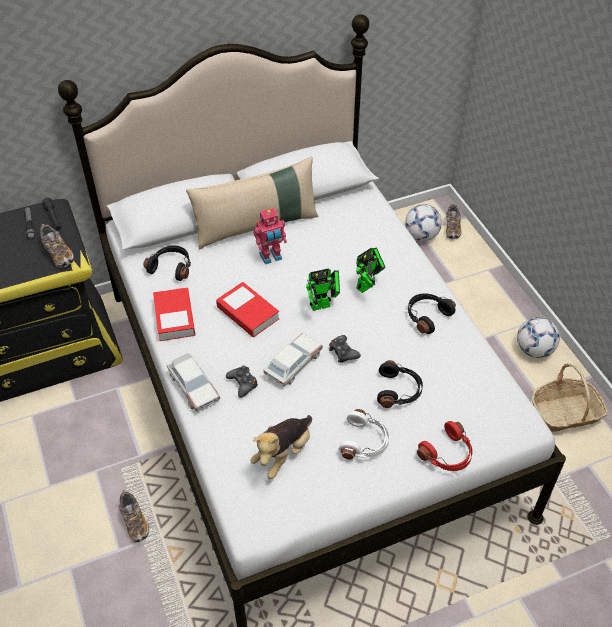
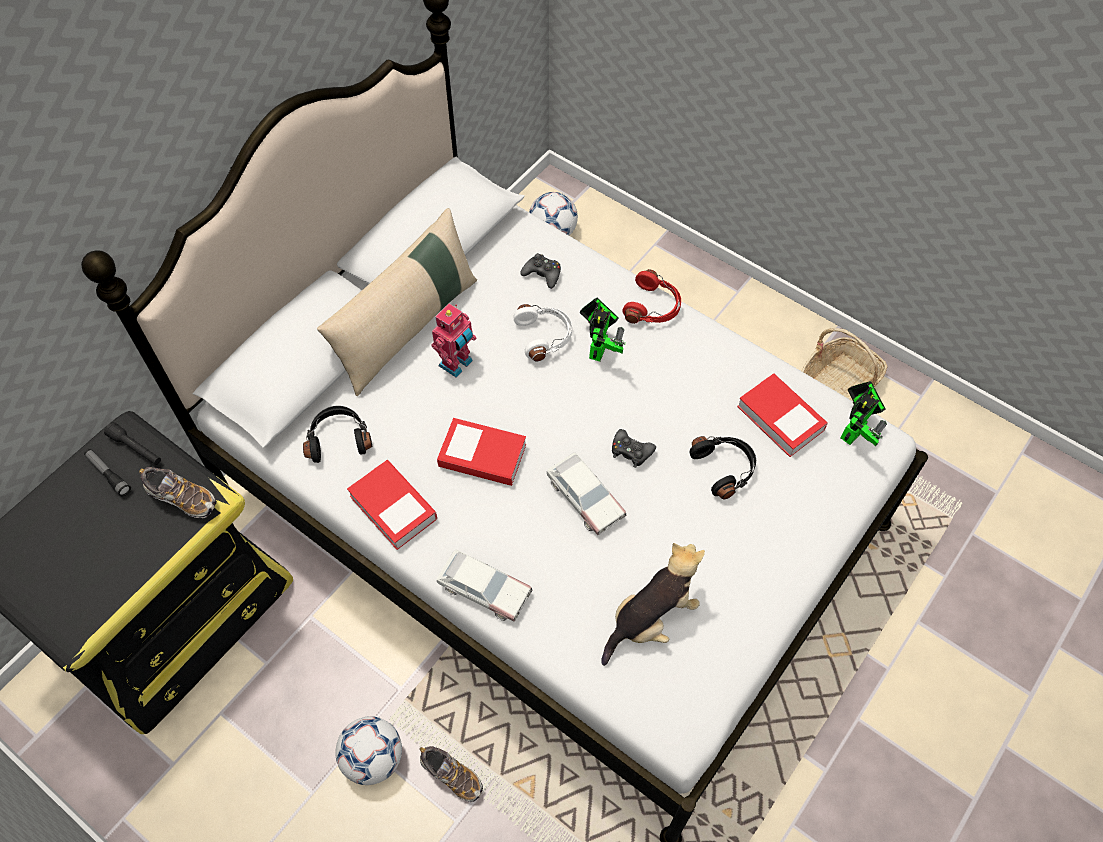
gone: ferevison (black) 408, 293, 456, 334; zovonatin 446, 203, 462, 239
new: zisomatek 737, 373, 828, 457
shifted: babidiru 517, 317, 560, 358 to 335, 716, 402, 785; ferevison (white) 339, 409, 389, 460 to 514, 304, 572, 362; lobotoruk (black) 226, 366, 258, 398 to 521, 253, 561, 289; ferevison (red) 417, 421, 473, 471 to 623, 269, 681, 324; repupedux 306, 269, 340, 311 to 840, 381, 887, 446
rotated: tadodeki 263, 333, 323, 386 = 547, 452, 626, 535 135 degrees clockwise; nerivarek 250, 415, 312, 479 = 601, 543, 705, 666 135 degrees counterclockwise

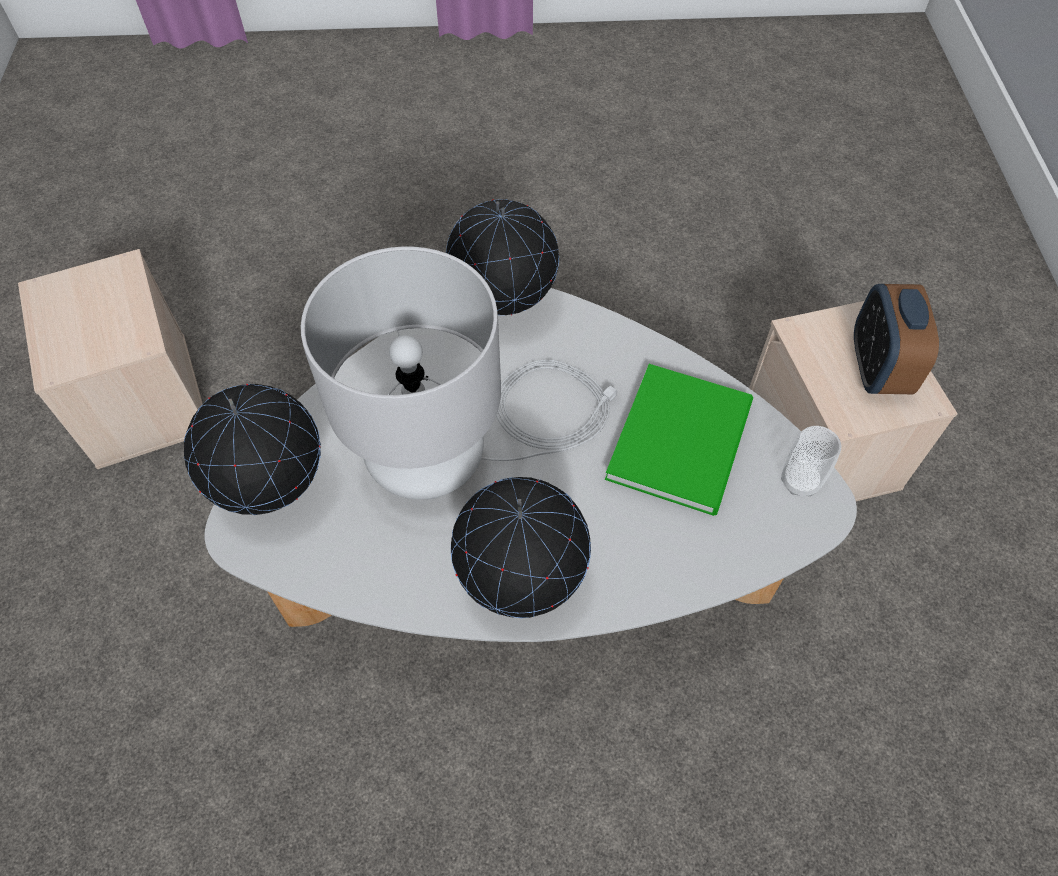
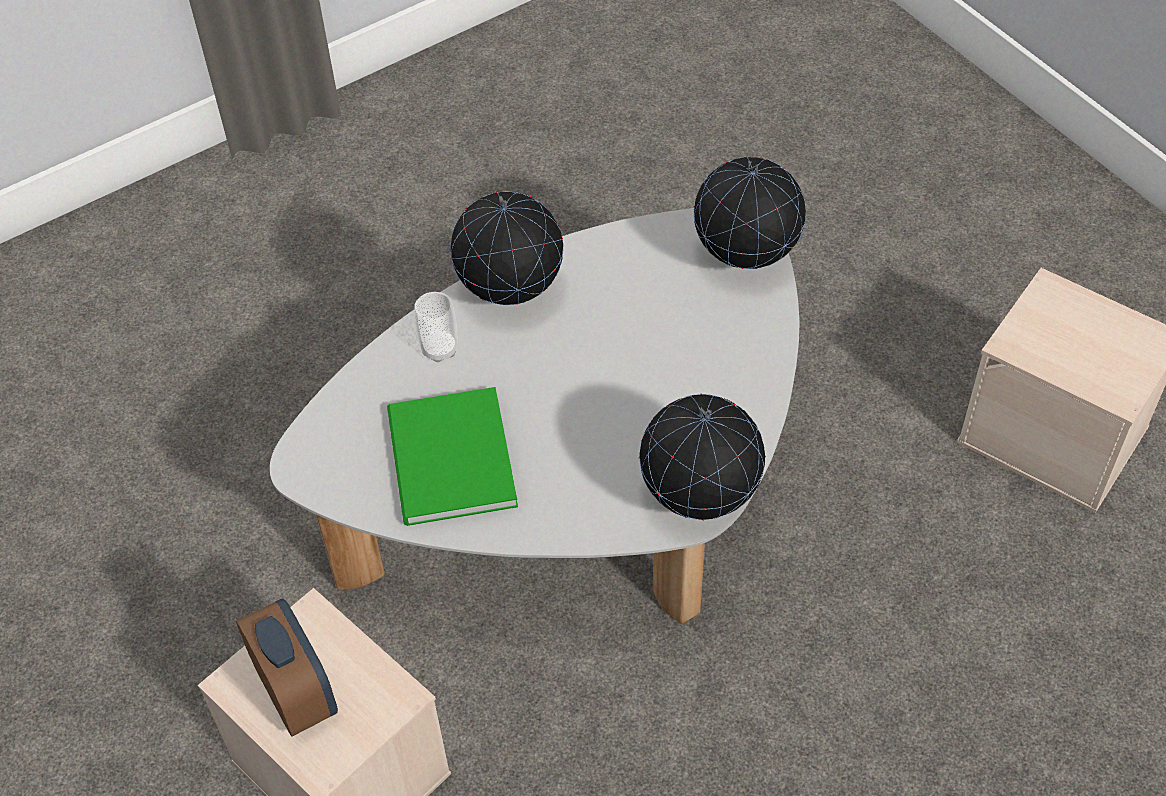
gone: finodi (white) 301, 246, 617, 500
shifted: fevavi 781, 426, 841, 496 to 414, 292, 458, 362

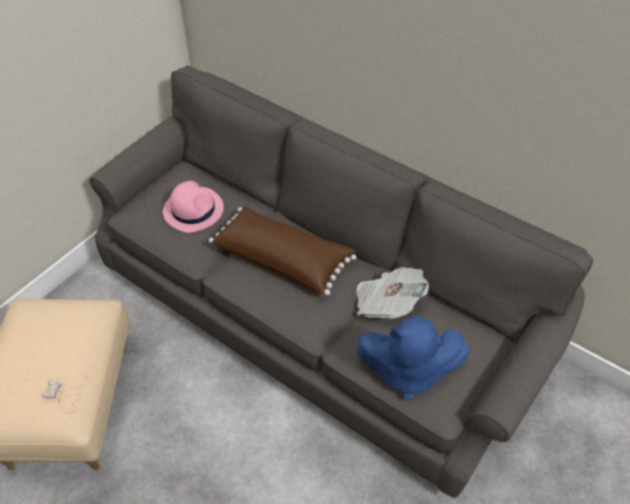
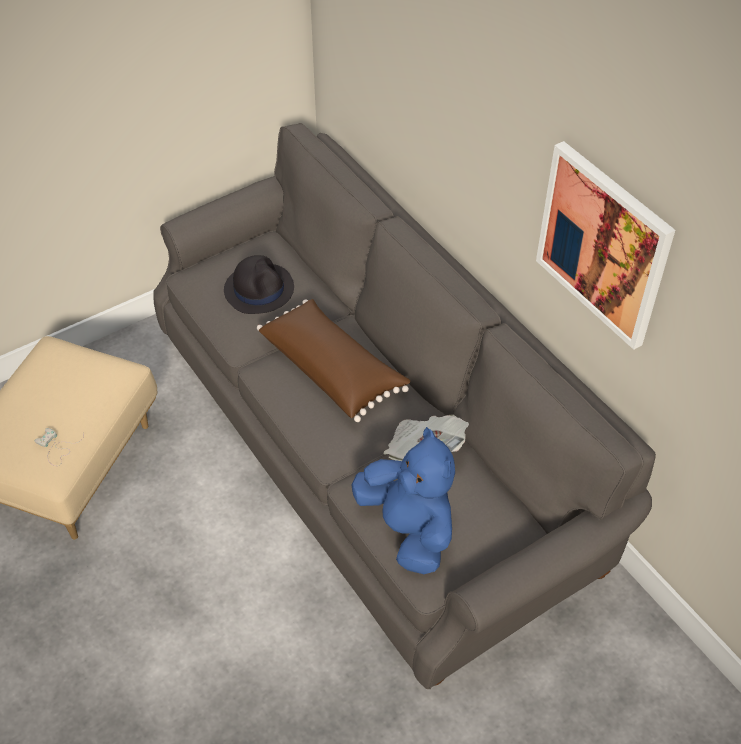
new: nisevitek 536, 141, 675, 350
repainted: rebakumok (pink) 163, 181, 224, 233 to rebakumok (black) 224, 255, 294, 314
rotated: nerivarek (blue) 357, 316, 470, 400 = 351, 427, 455, 574 150 degrees counterclockwise

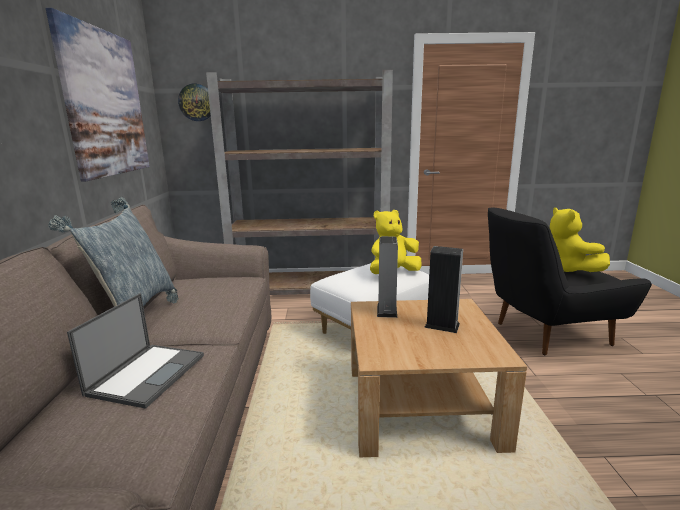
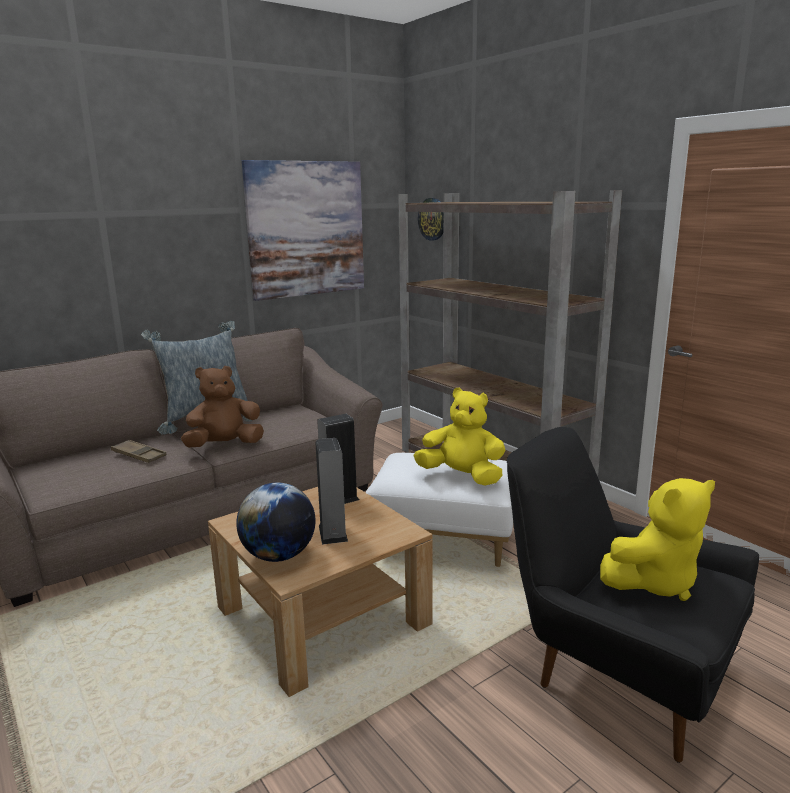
new: nerivarek (brown) 181, 366, 264, 448; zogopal 236, 483, 315, 562
swapped: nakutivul 67, 293, 204, 409 to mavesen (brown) 111, 440, 166, 463
rotated: nerivarek (yellow) 550, 207, 610, 272 = 600, 478, 715, 601 150 degrees counterclockwise

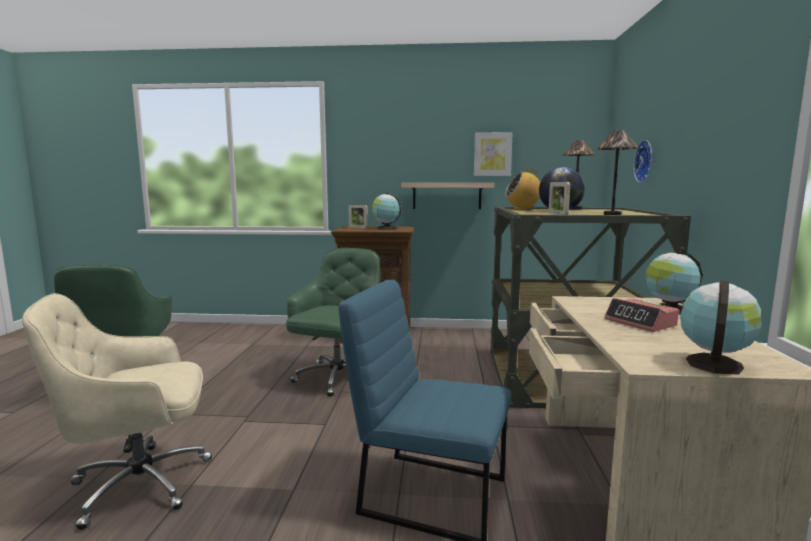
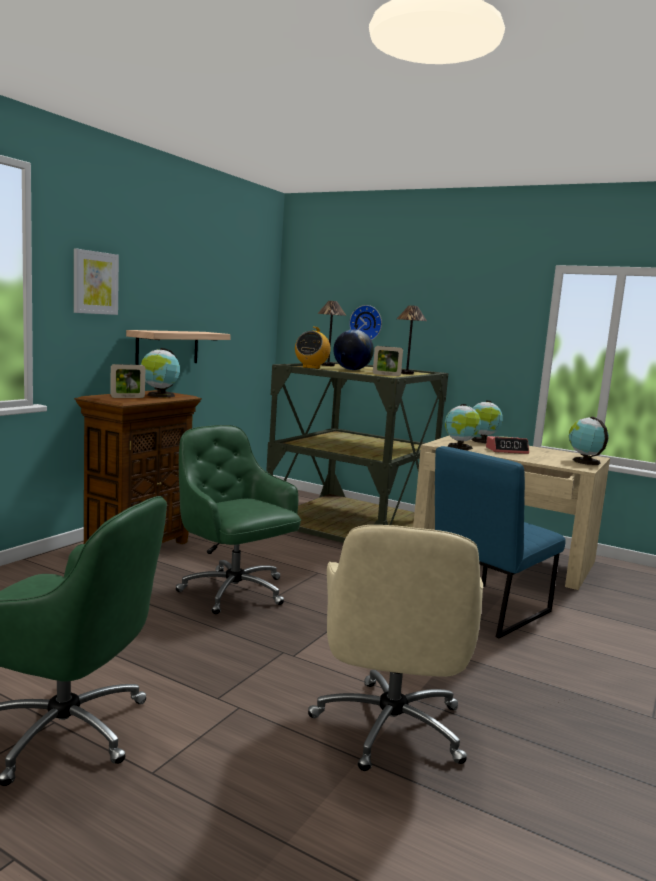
new: zogopal 445, 404, 481, 450
shifted: nisevitek 474, 132, 513, 176 to 74, 249, 119, 315

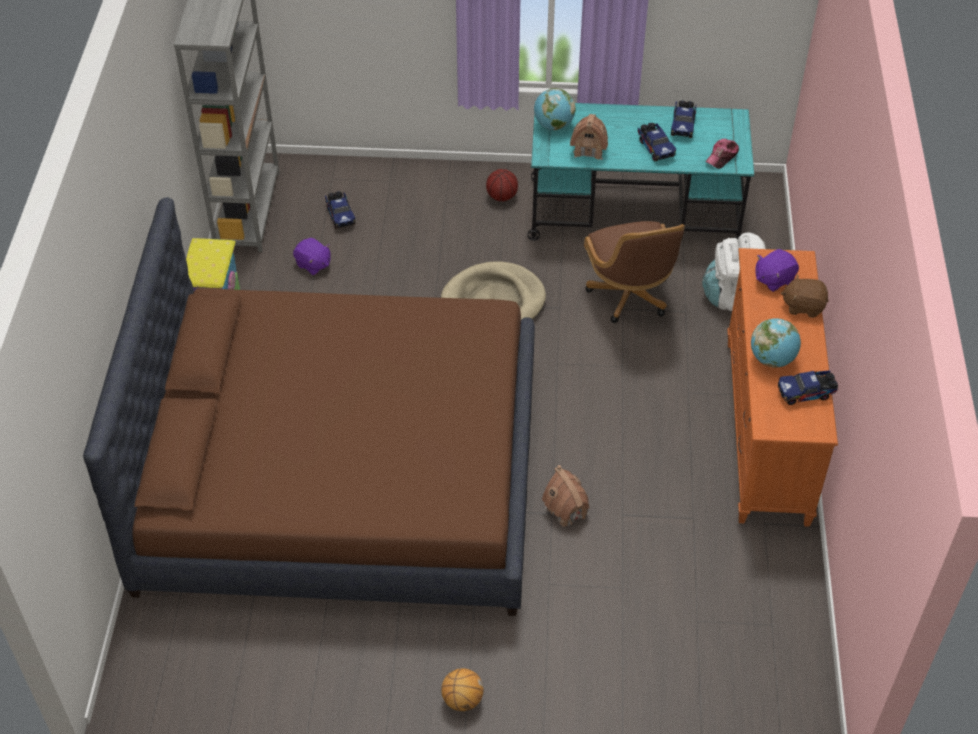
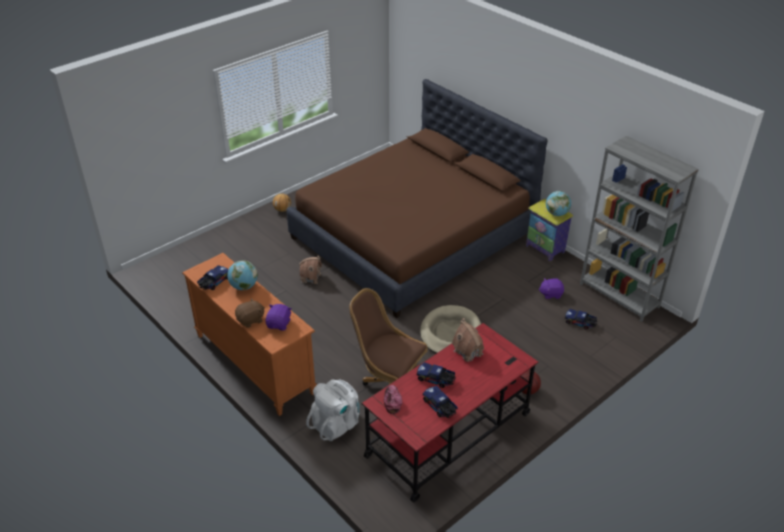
shifted: zogopal 534, 88, 576, 131 to 546, 191, 571, 216
repainted: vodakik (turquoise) 527, 101, 754, 241 to vodakik (red) 362, 323, 538, 502

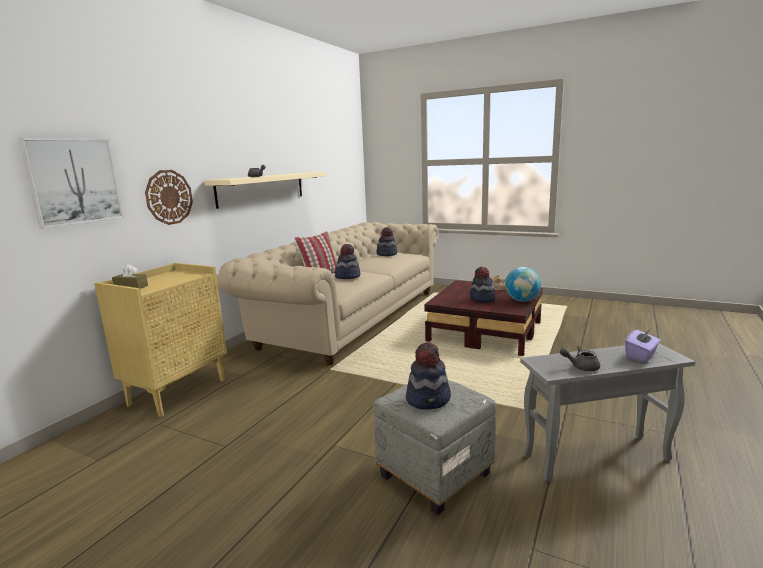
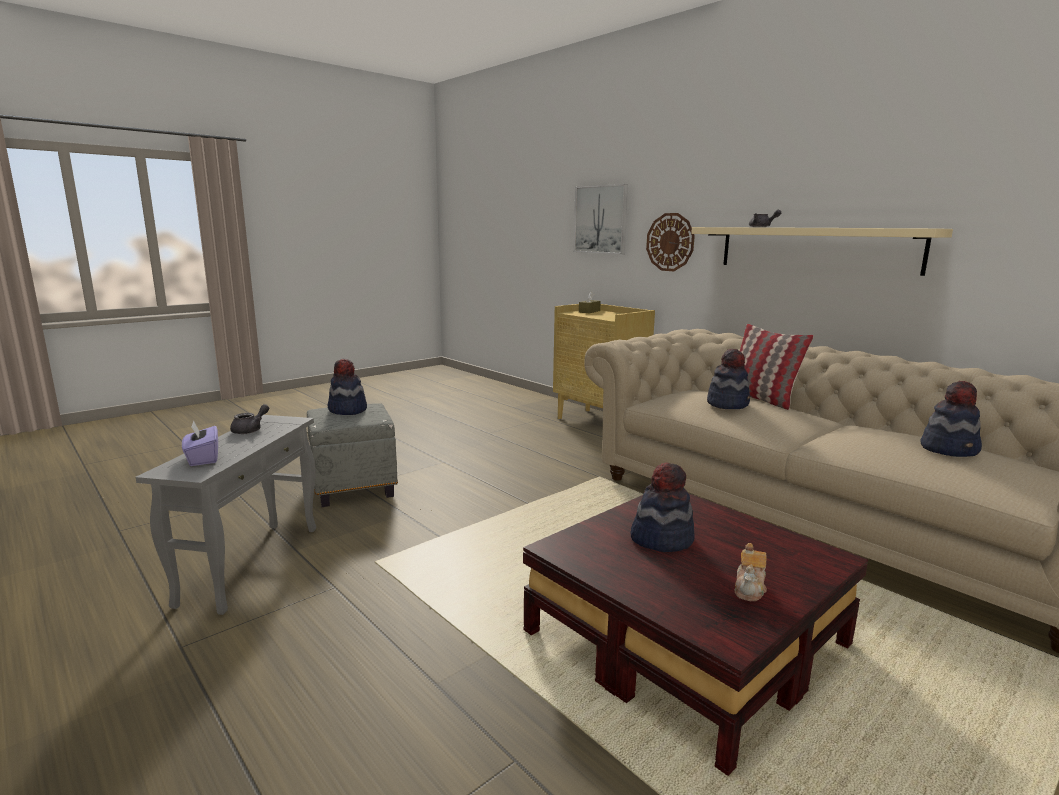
gone: zogopal 505, 267, 541, 302

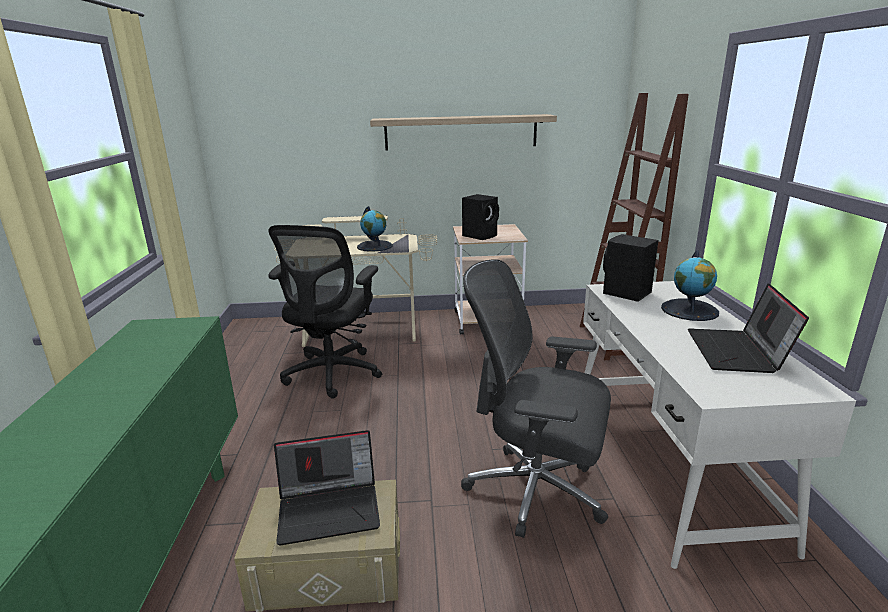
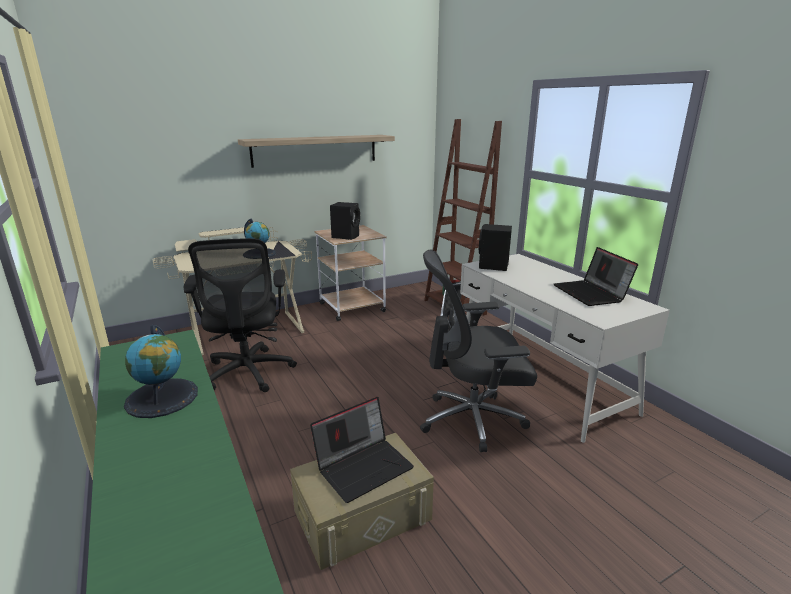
shifted: zogopal 661, 250, 719, 321 to 124, 325, 198, 418

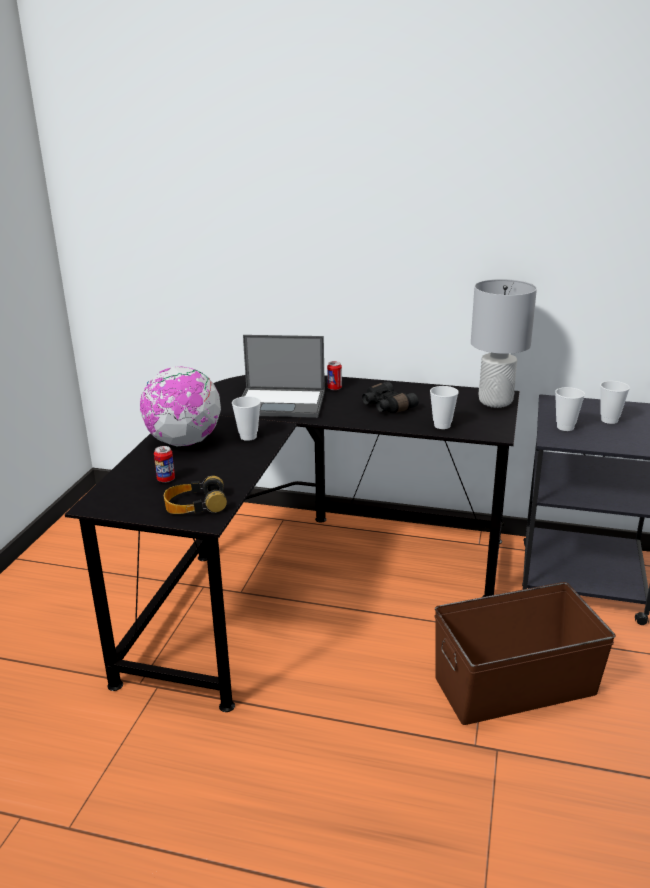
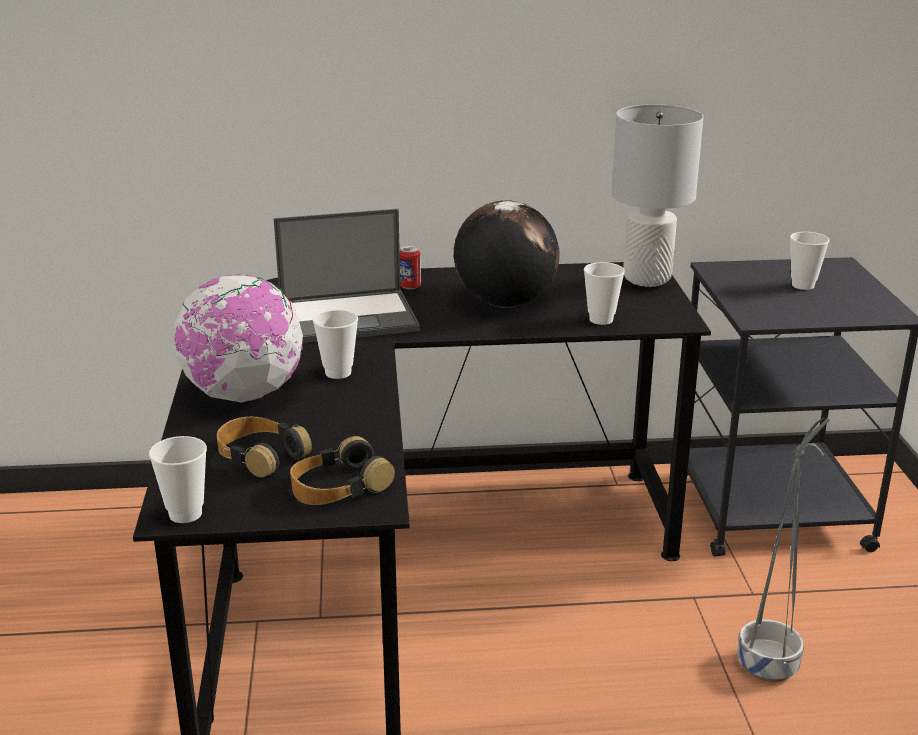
shifted: fevavi 555, 387, 585, 431 to 149, 436, 207, 523
swapped: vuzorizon 154, 446, 175, 483 to ferevison 217, 417, 312, 478; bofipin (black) 362, 382, 418, 413 to zogopal 453, 200, 559, 308; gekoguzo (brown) 434, 582, 616, 725 to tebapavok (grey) 737, 417, 830, 682

